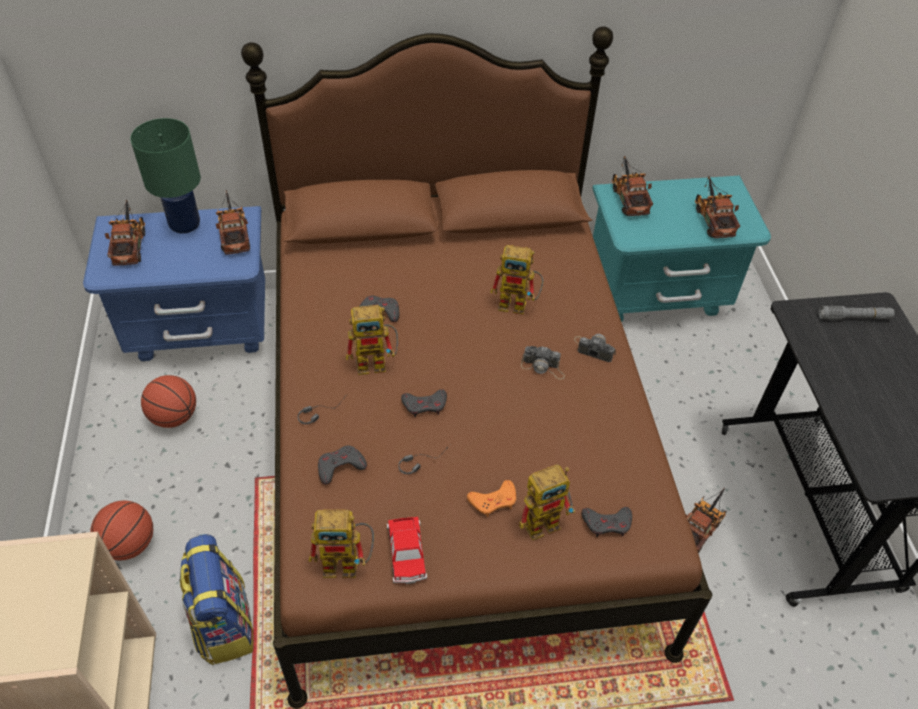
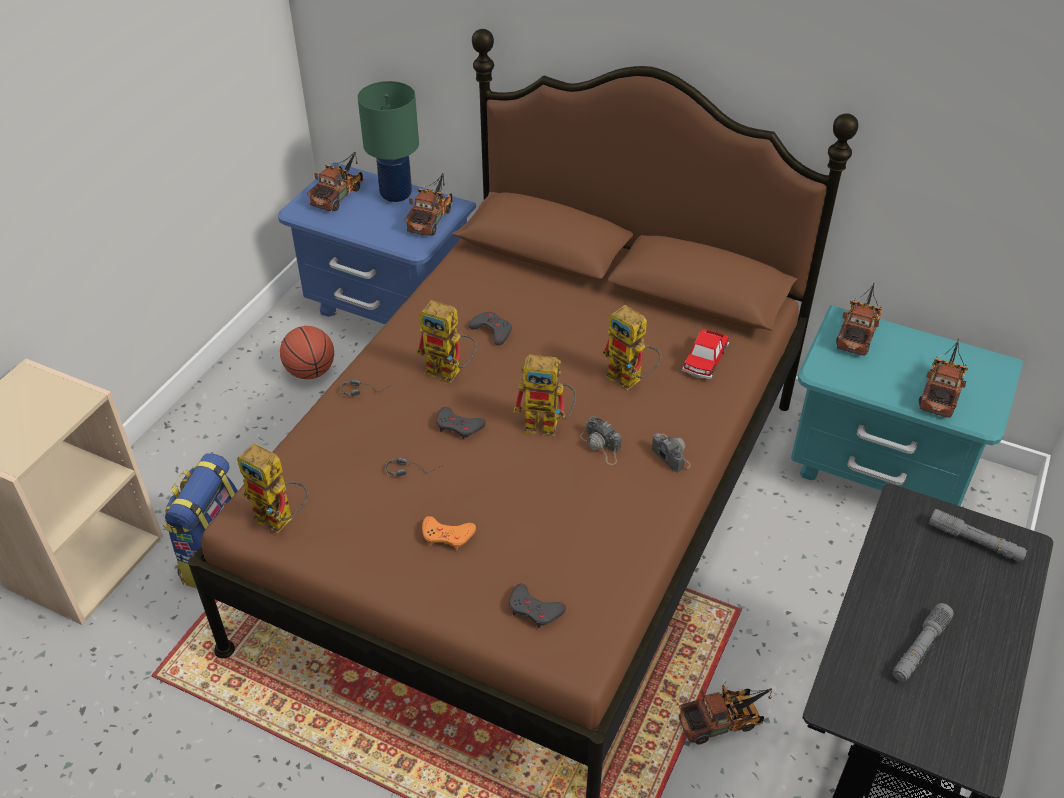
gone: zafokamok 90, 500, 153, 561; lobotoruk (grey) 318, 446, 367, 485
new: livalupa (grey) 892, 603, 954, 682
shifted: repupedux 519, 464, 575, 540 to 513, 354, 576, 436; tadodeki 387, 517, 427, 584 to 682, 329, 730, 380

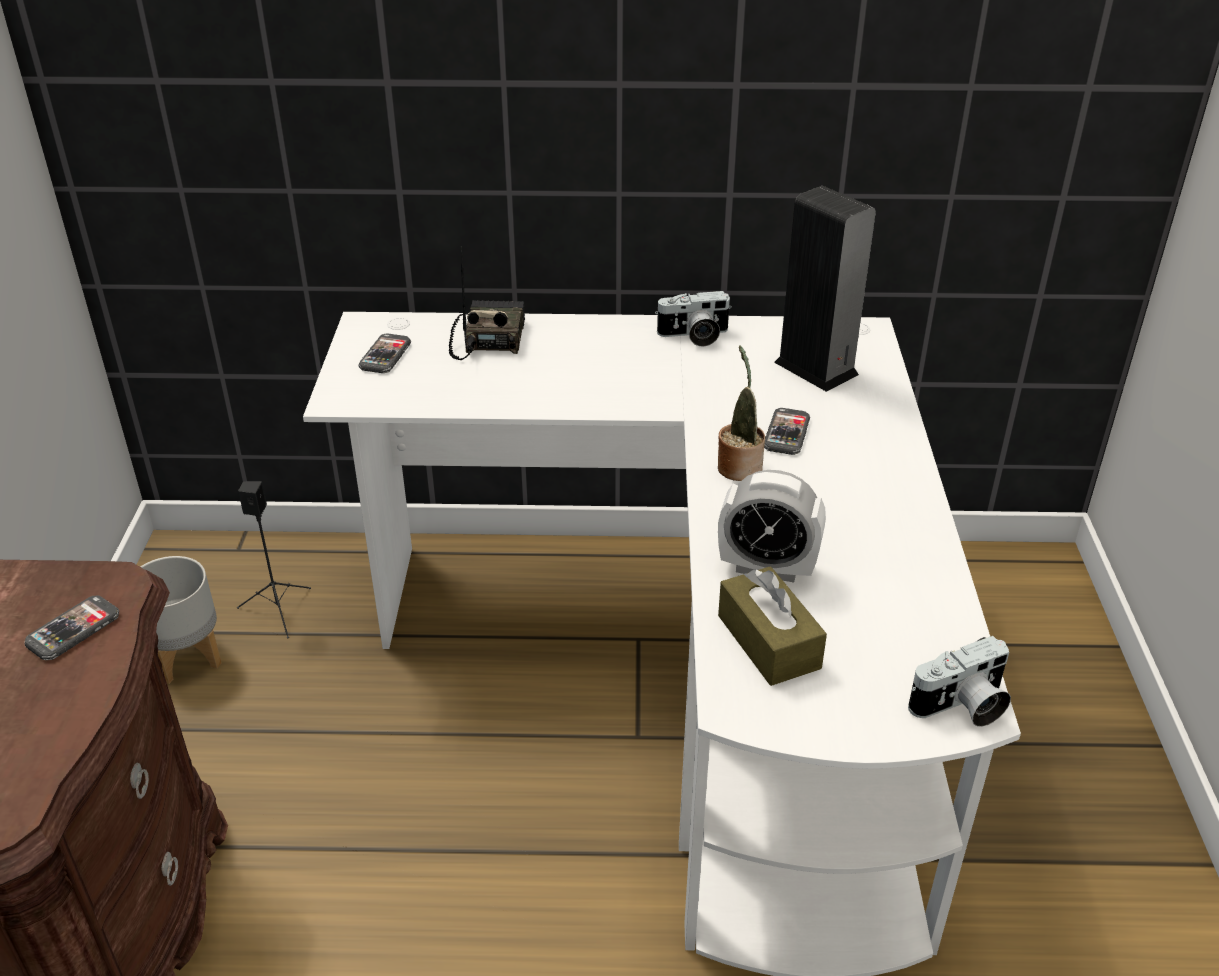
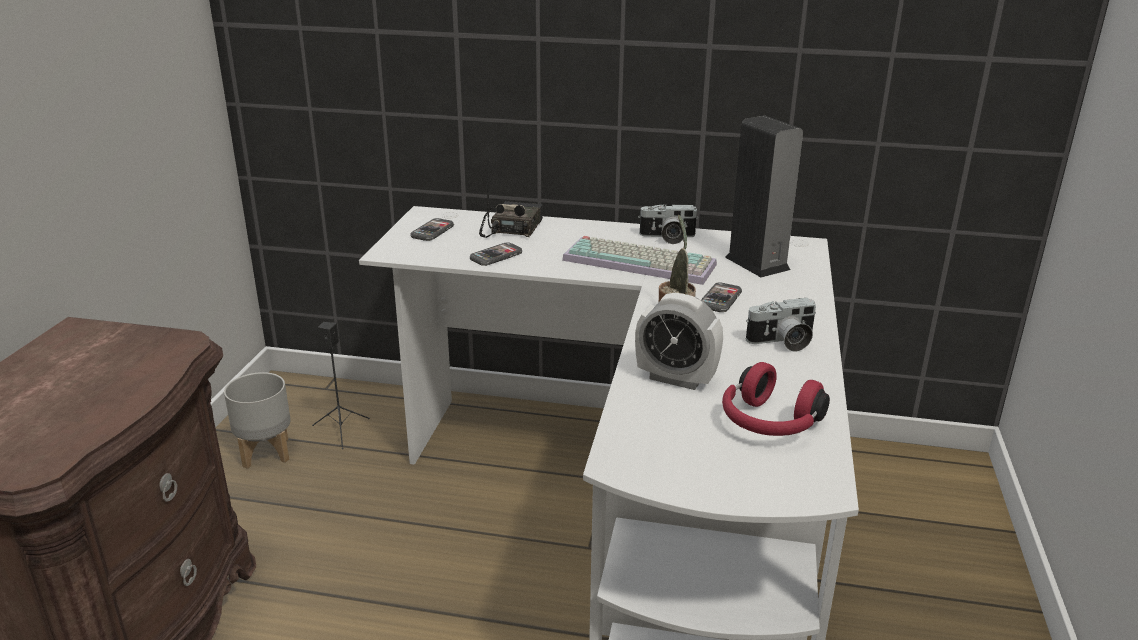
gone: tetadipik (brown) 718, 566, 827, 686
new: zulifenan 562, 236, 717, 285; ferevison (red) 722, 362, 830, 436
shifted: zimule 25, 596, 119, 660 to 470, 243, 522, 266; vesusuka 908, 636, 1011, 727 to 746, 298, 816, 351

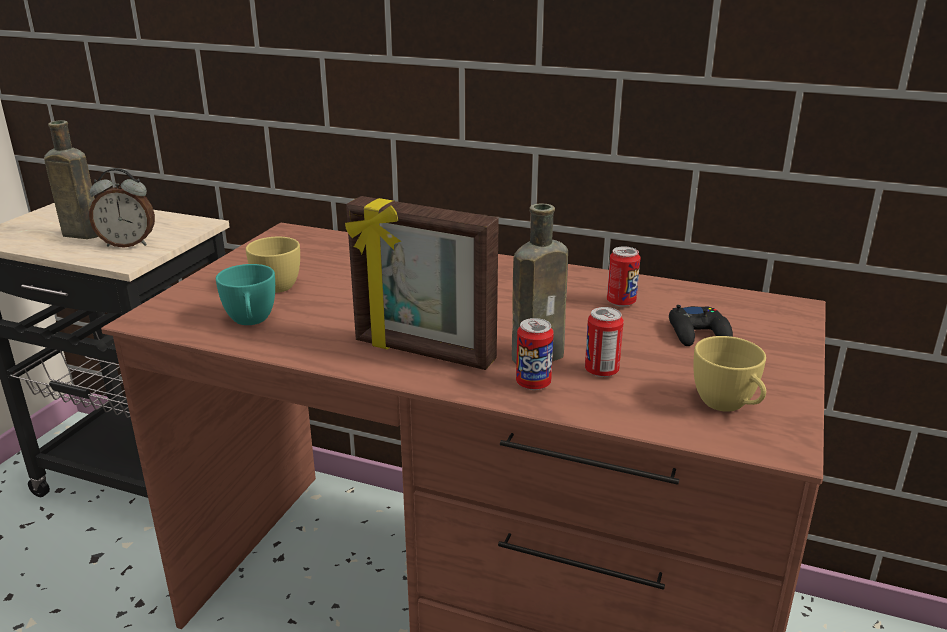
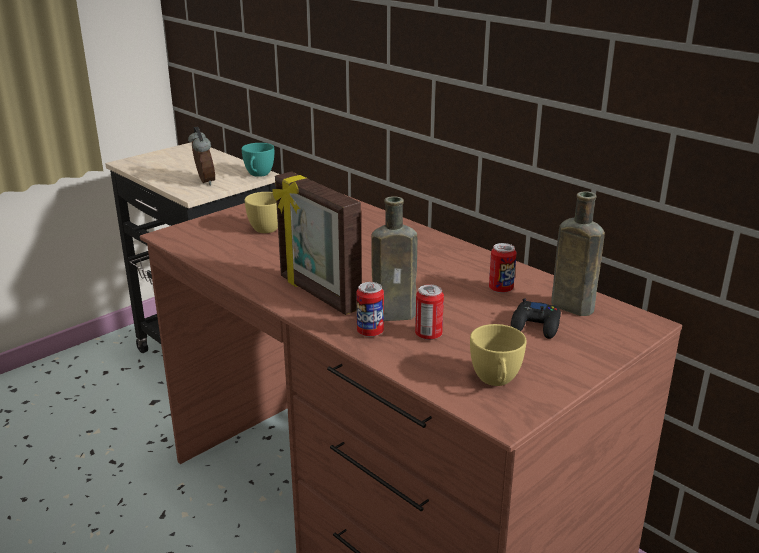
shifted: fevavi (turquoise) 216, 264, 275, 325 to 242, 143, 274, 177; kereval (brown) 44, 120, 98, 239 to 551, 191, 605, 316
rotated: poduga 89, 168, 155, 248 = 188, 126, 215, 186 135 degrees counterclockwise

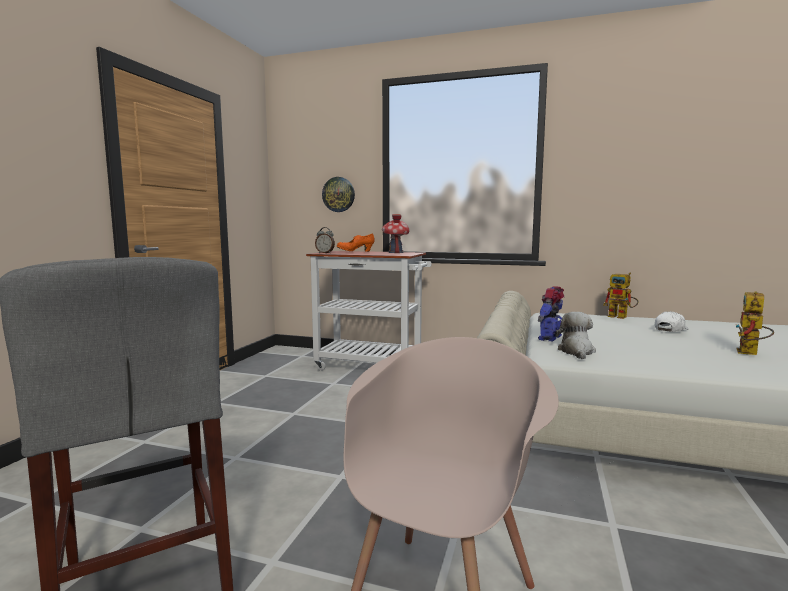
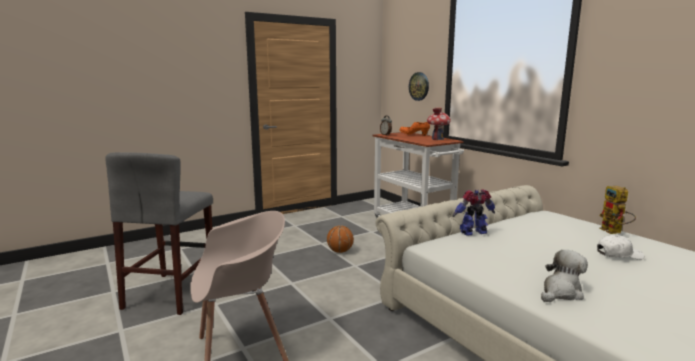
gone: repupedux 736, 291, 774, 355
new: zafokamok 327, 225, 354, 253
shifted: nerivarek 555, 312, 596, 359 to 541, 250, 588, 302

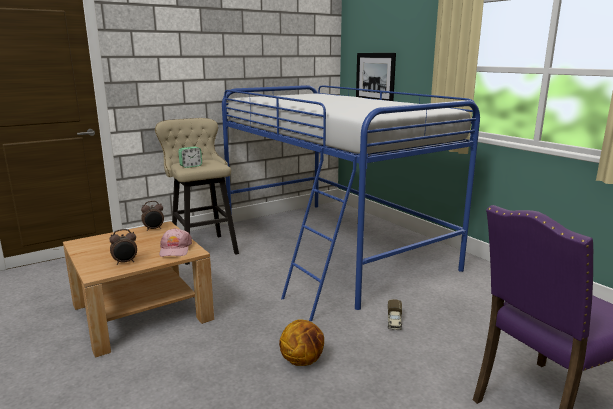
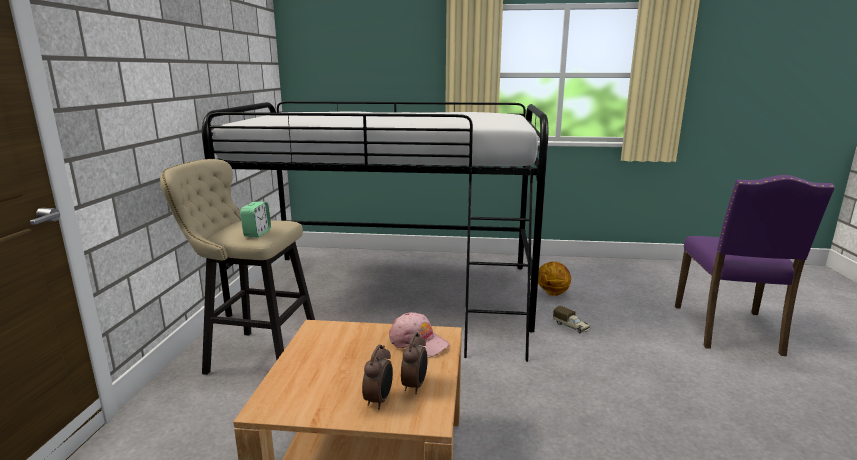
gone: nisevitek 356, 53, 396, 101
shifted: poduga 141, 201, 164, 231 to 362, 345, 393, 409; zafokamok 279, 319, 324, 366 to 538, 262, 571, 296
repainted: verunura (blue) 222, 85, 480, 321 to verunura (black) 202, 101, 548, 362

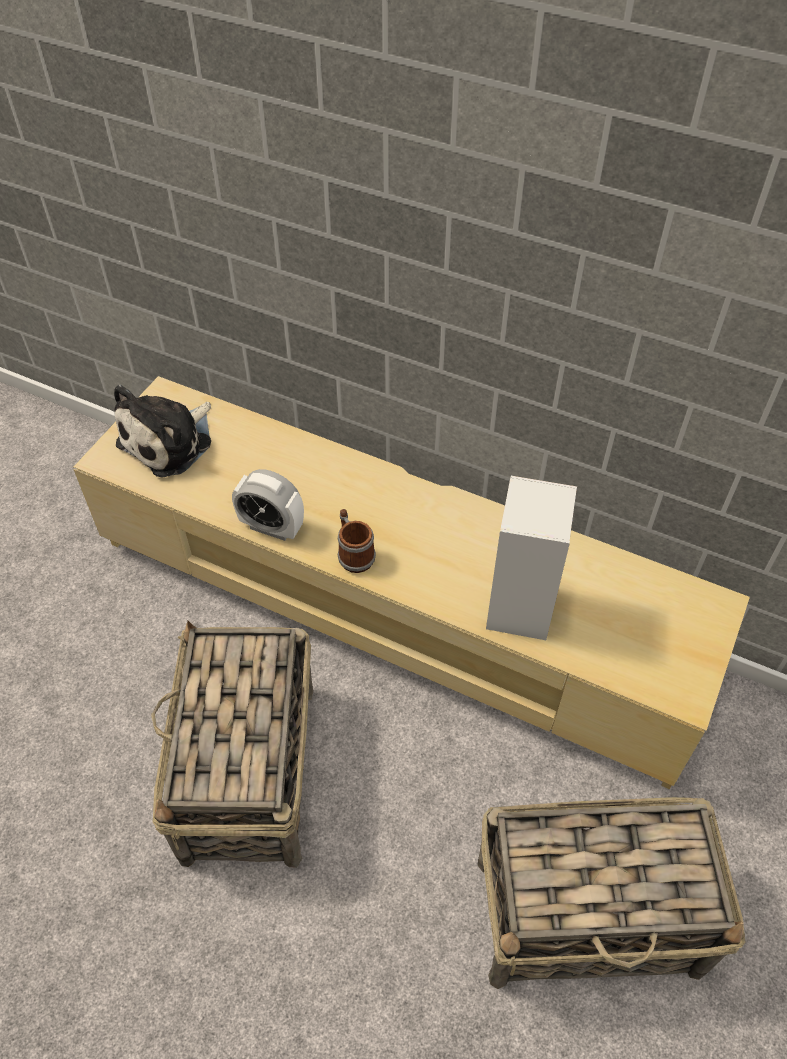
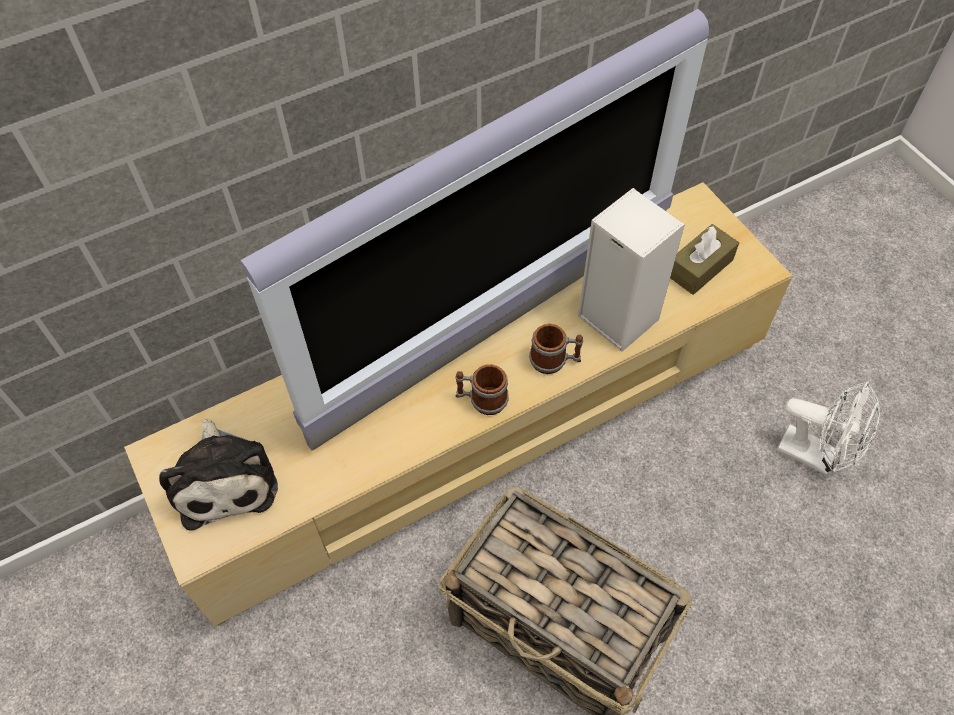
gone: poduga 232, 469, 304, 541
new: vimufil 241, 9, 709, 451; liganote 529, 324, 583, 374; tetadipik (brown) 670, 224, 739, 295
swapped: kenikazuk 478, 797, 746, 989 to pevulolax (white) 777, 381, 880, 475

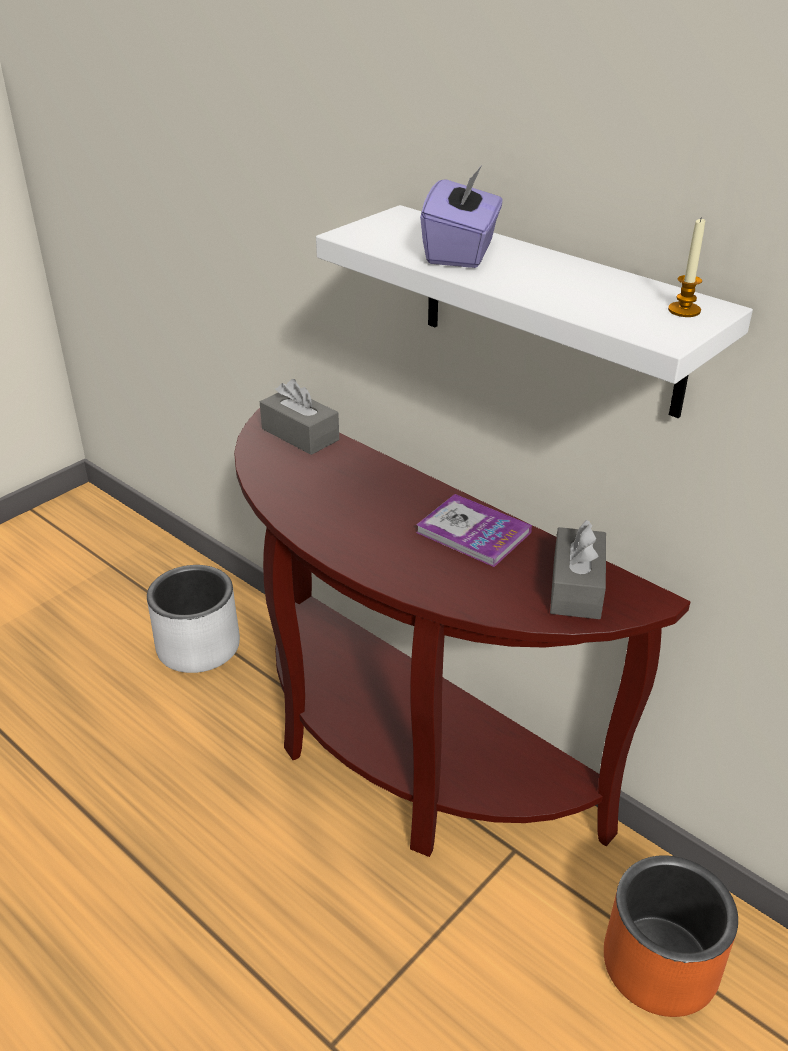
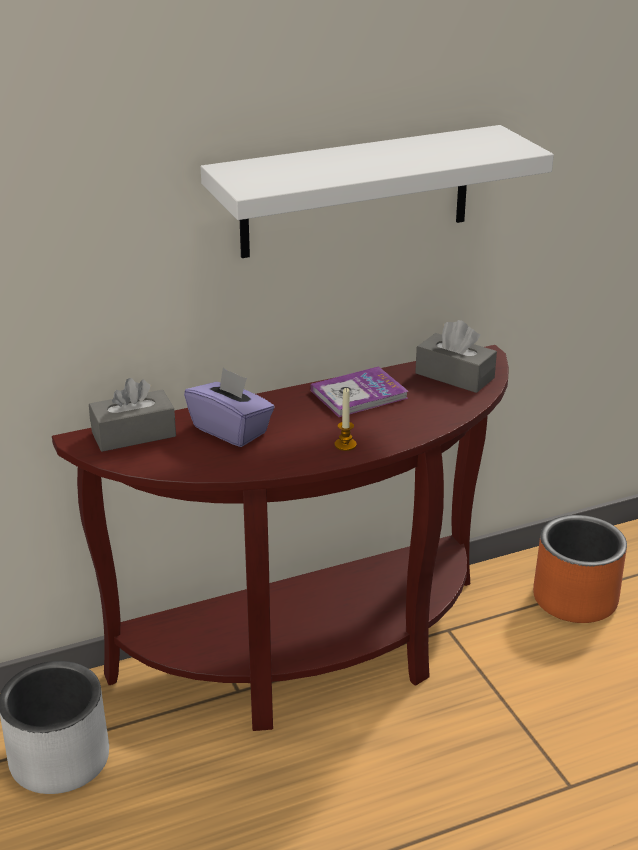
shifted: tetadipik (purple) 420, 167, 502, 268 to 184, 367, 275, 447; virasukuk 668, 217, 706, 317 to 335, 388, 357, 451

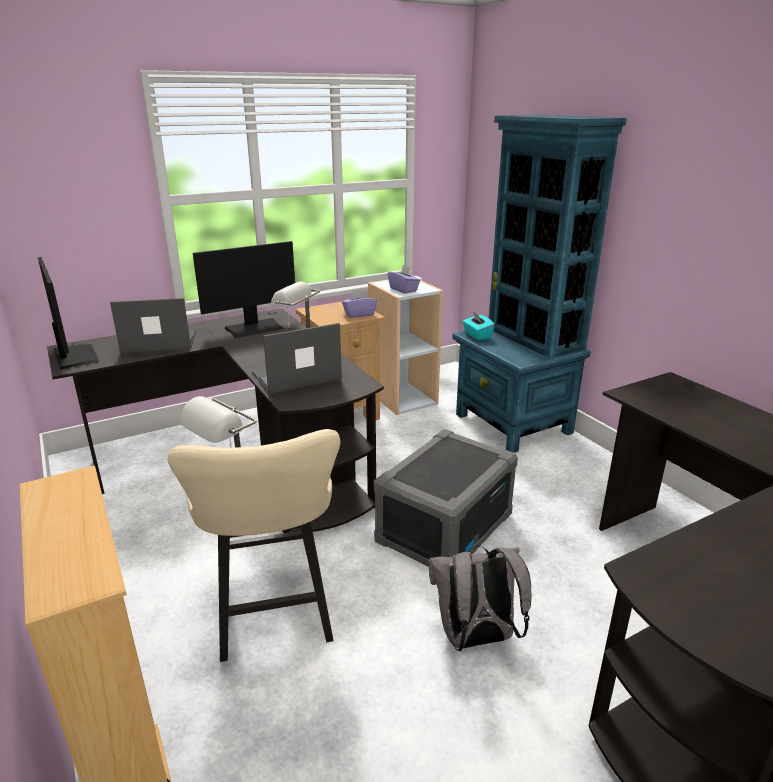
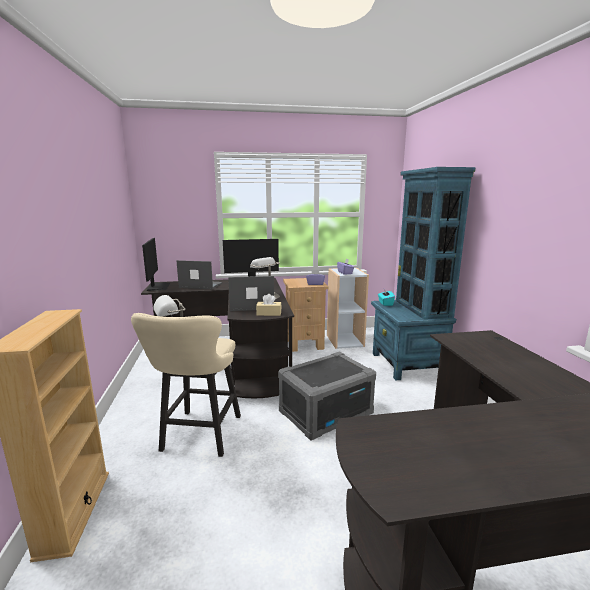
gone: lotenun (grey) 428, 545, 532, 651
new: tetadipik (beige) 256, 294, 282, 316

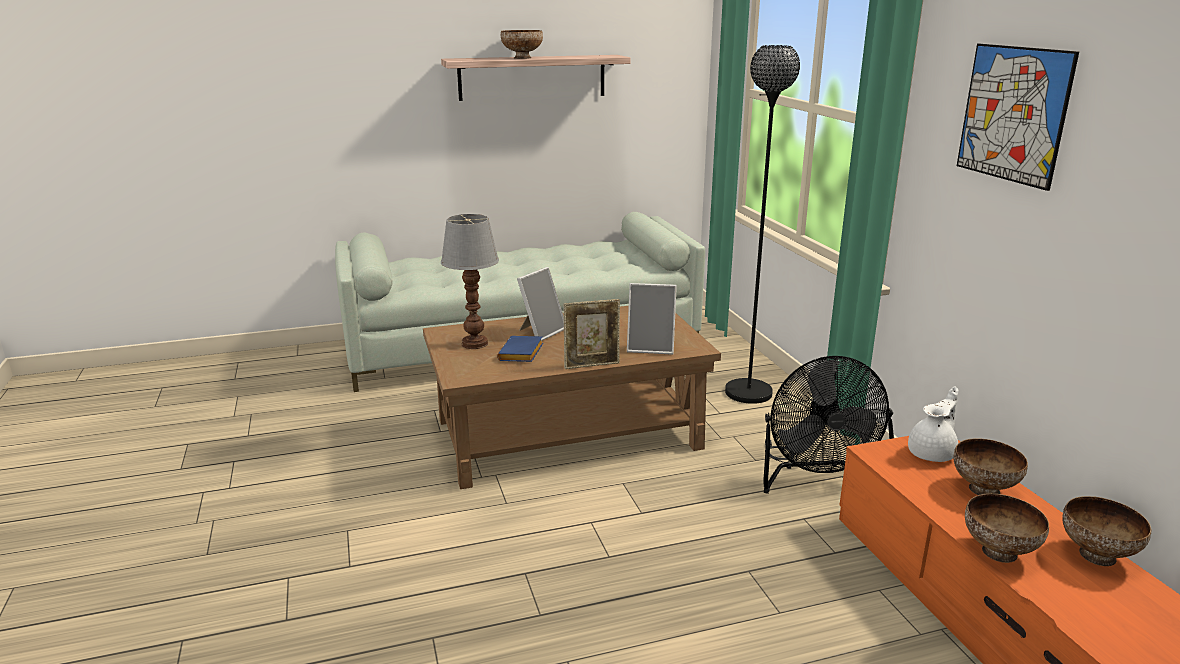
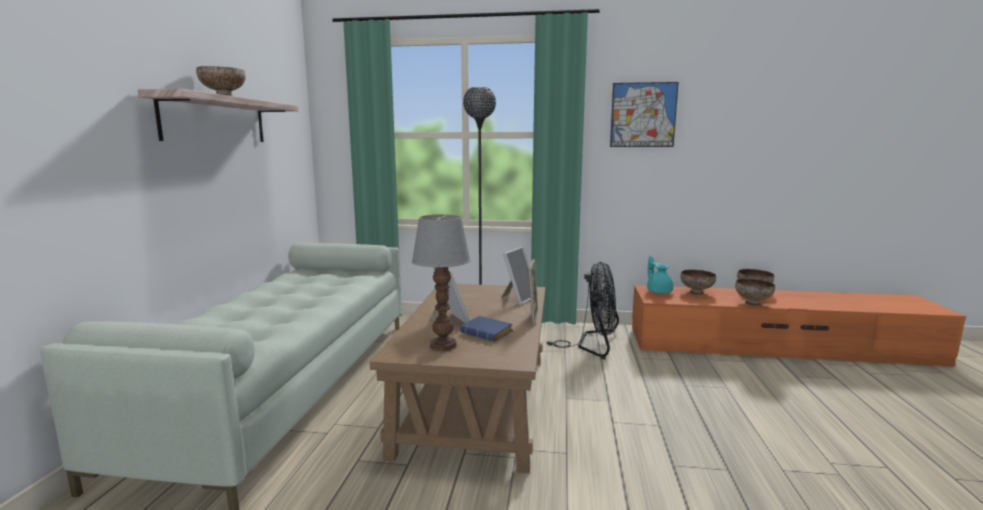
repainted: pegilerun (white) 908, 386, 958, 462 to pegilerun (turquoise) 647, 256, 673, 294

